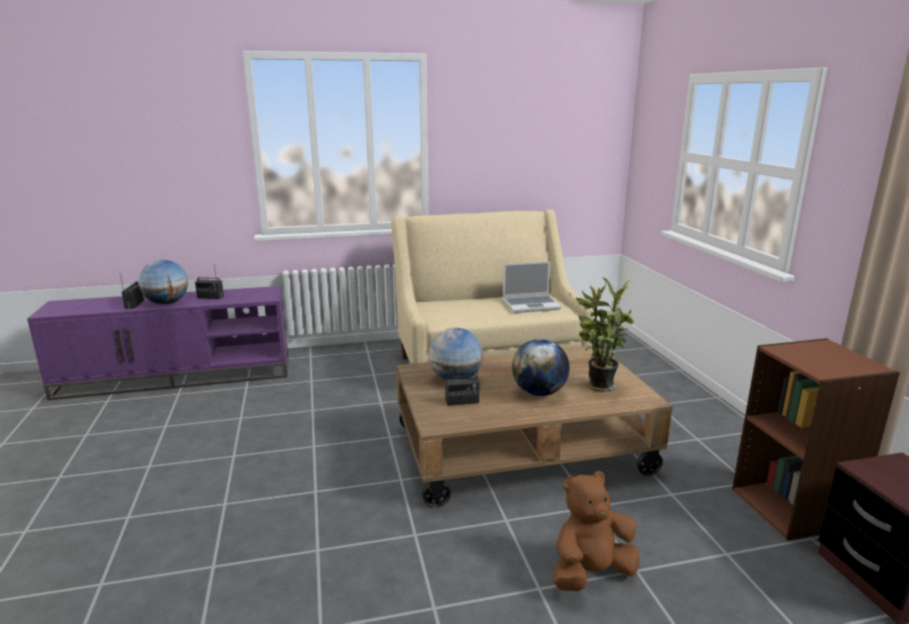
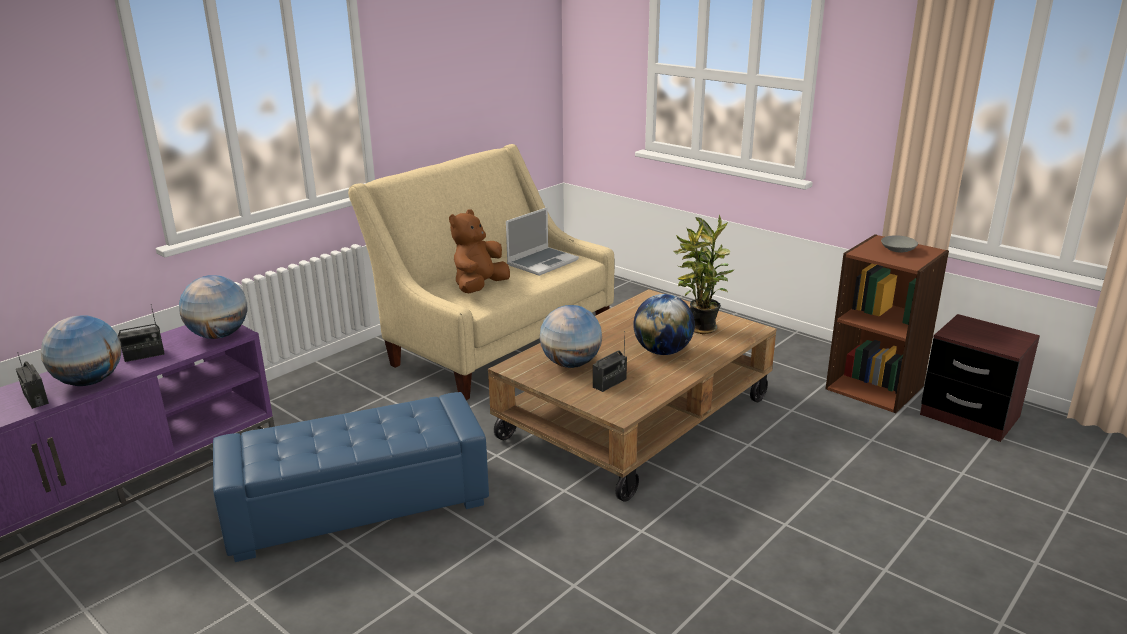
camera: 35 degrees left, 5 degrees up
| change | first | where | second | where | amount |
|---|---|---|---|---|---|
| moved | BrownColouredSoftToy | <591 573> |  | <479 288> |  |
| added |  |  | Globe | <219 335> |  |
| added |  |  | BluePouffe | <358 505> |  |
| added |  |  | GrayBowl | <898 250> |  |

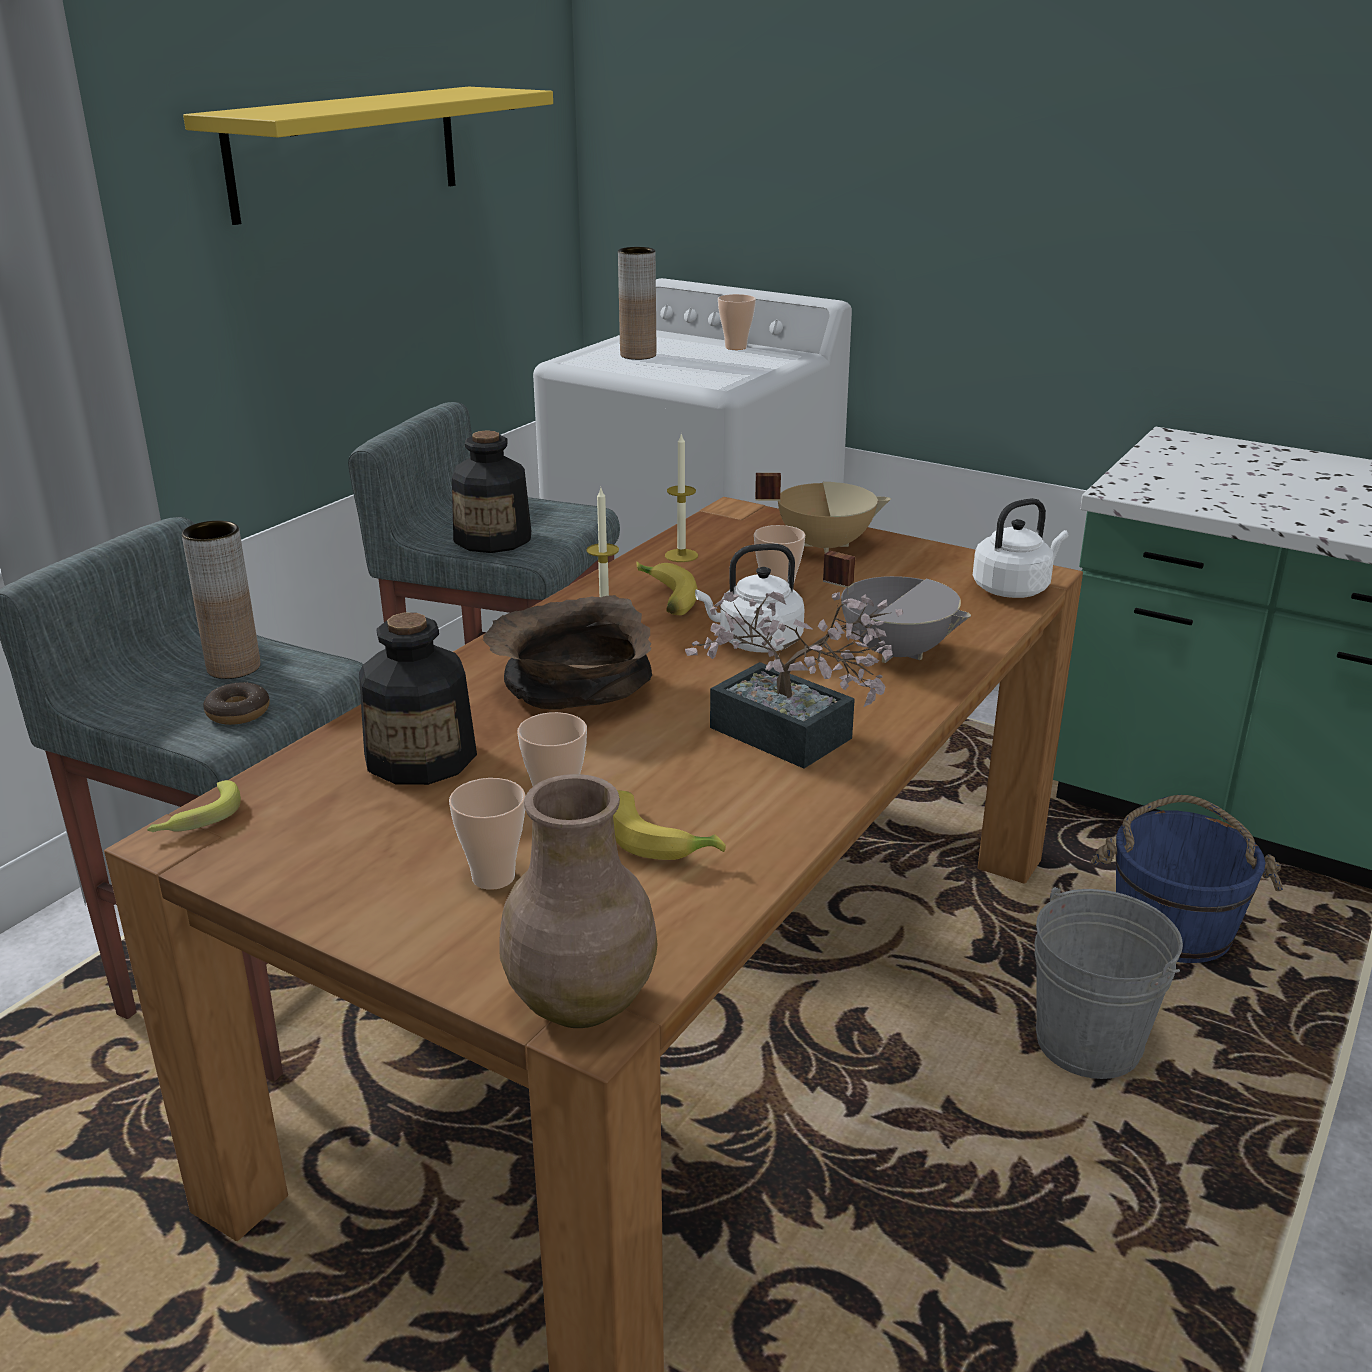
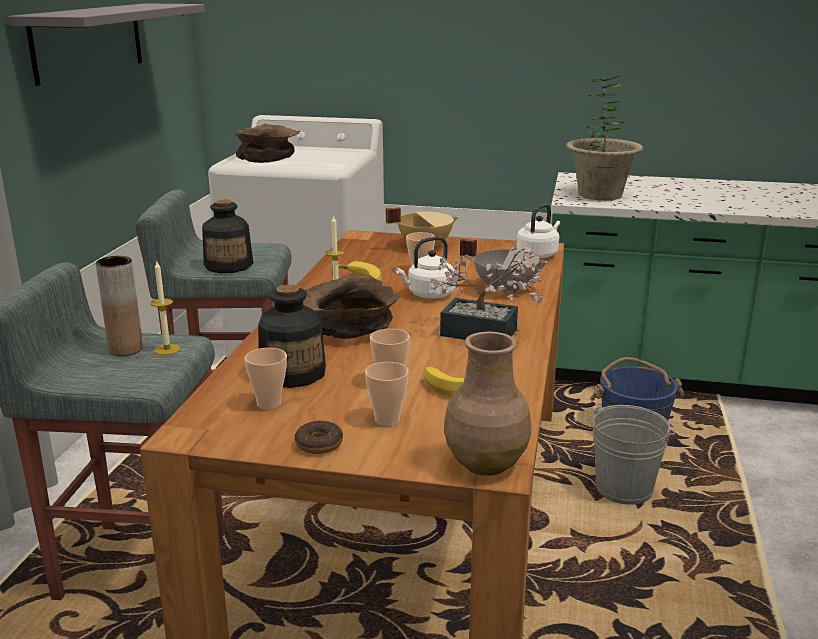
camera: 20 degrees left, 5 degrees down
| change | first | where | second | where | amount |
|---|---|---|---|---|---|
| removed | WholeBanana | <196 818> |  |  |  |
| recoloured | YellowishWallShelf | <346 151> | GrayWallShelf | <88 41> |  |
| moved | Doughnut | <238 713> |  | <319 444> |  |
| replaced | BrownColouredVase | <638 355> | BrownColouredBowl | <268 157> |  |
| moved | WaxLight | <681 555> |  | <167 349> |  |
| moved | DrinkingCup | <735 347> |  | <269 404> |  |
| added |  |  | Houseplant | <600 195> |  |

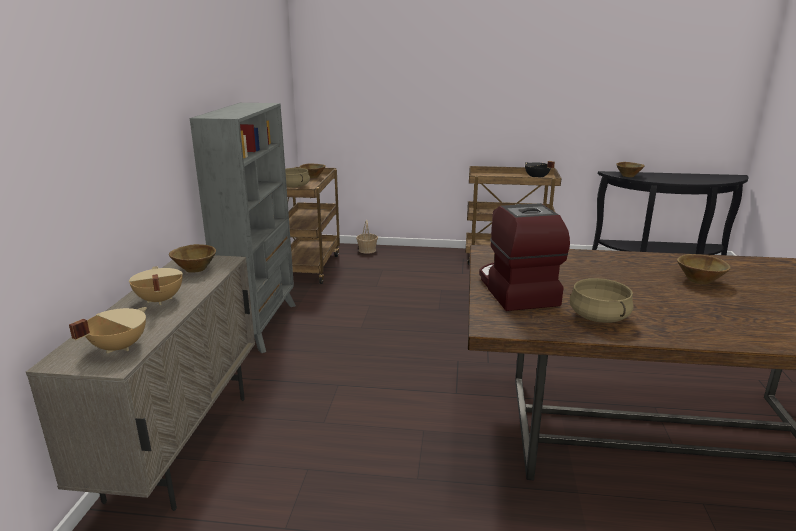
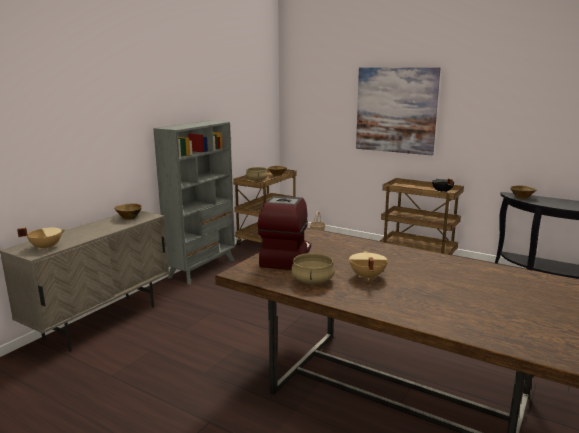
camera: 25 degrees right, 5 degrees down
| change | first | where | second | where | amount |
|---|---|---|---|---|---|
| moved | BeigeStockpot | <158 300> |  | <366 277> |  |
| removed | BrownColouredBowl | <699 281> |  |  |  |
| added |  |  | WallPicture | <396 110> |  |

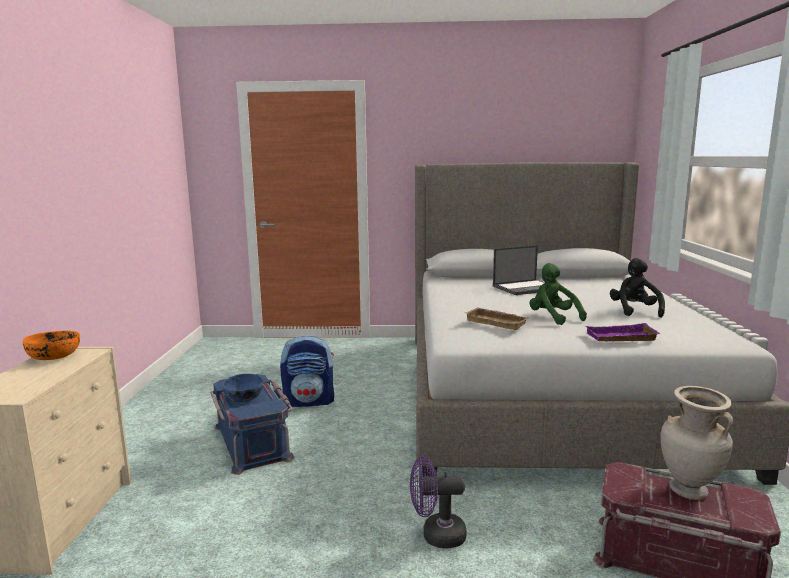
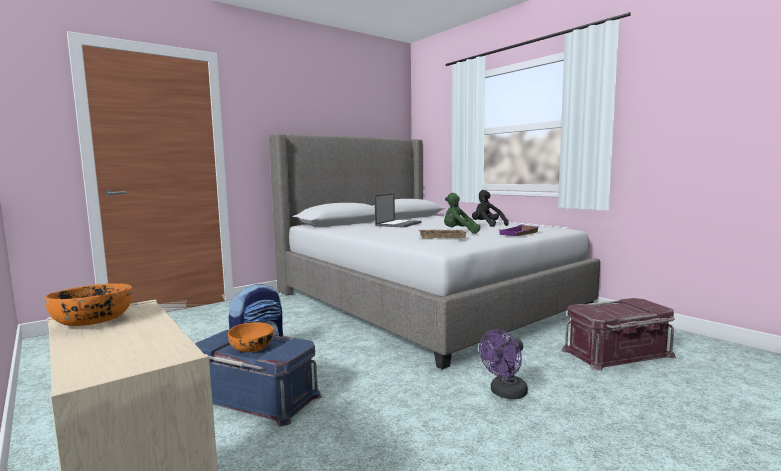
camera: 40 degrees left, 5 degrees down
| change | first | where | second | where | amount |
|---|---|---|---|---|---|
| recoloured | BlueBowl | <243 398> | OrangeColouredBowl | <251 348> |  |
| removed | BeigeVase | <688 491> |  |  |  |

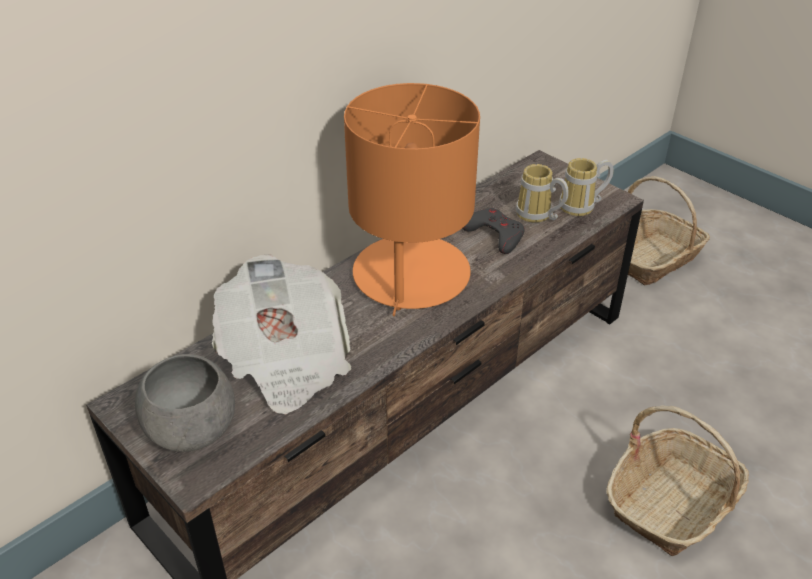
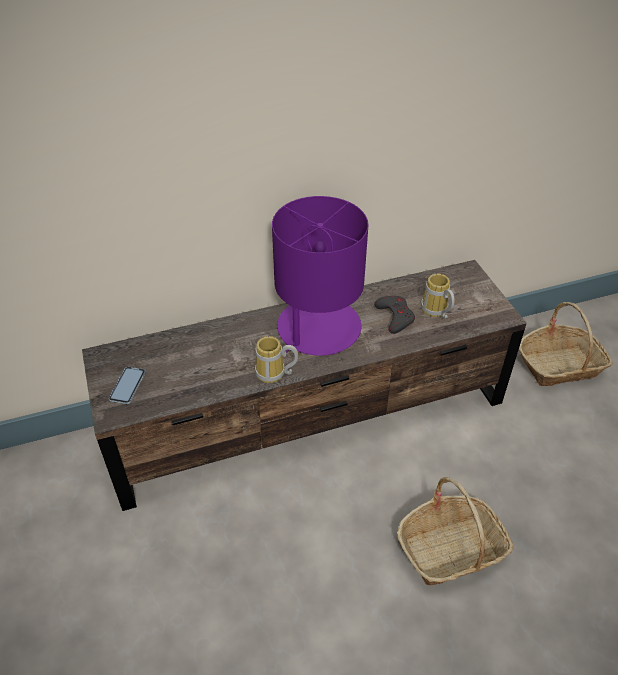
camera: 25 degrees right, 5 degrees up
| change | first | where | second | where | amount |
|---|---|---|---|---|---|
| replaced | GrayBowl | <193 430> | Telephone | <127 386> |  |
| removed | DailyPaper | <286 360> |  |  |  |
| recoloured | OrangeColouredTabletopLamp | <410 275> | PurplishTabletopLamp | <318 328> |  |
| moved | CoffeeMug | <582 207> |  | <274 374> |  |

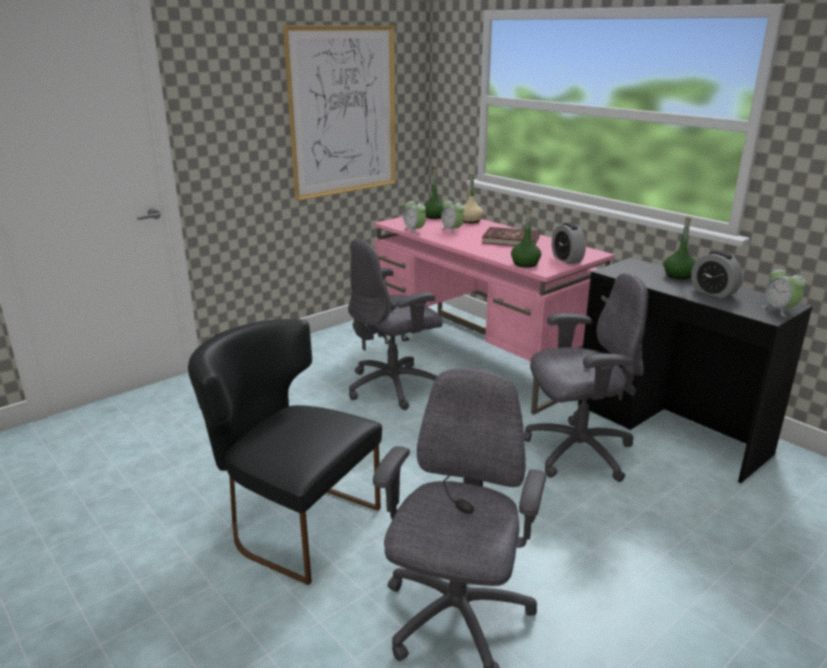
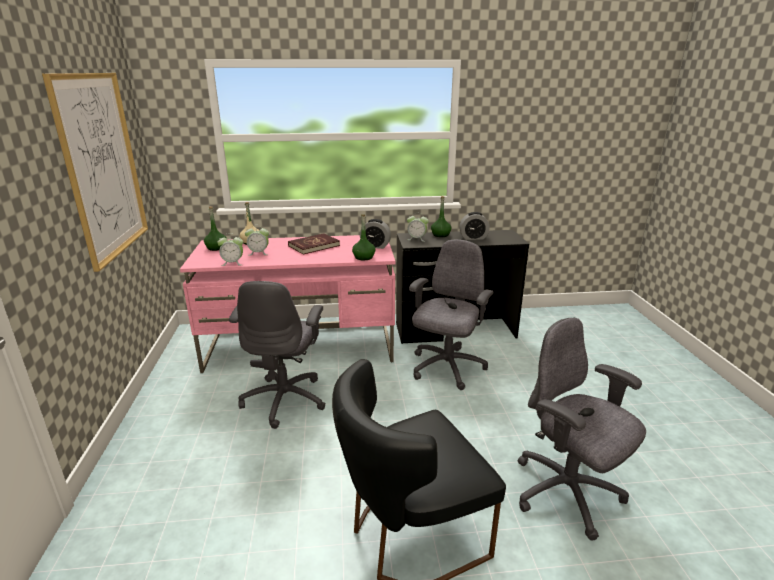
camera: 55 degrees left, 0 degrees up
| change | first | where | second | where | amount |
|---|---|---|---|---|---|
| moved | AlarmClock | <779 310> |  | <417 239> |  |

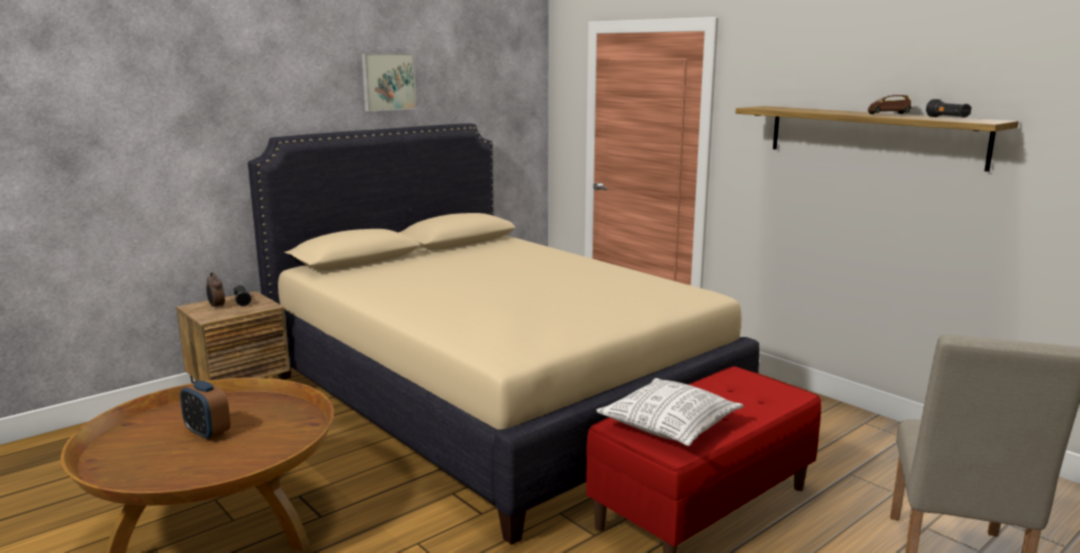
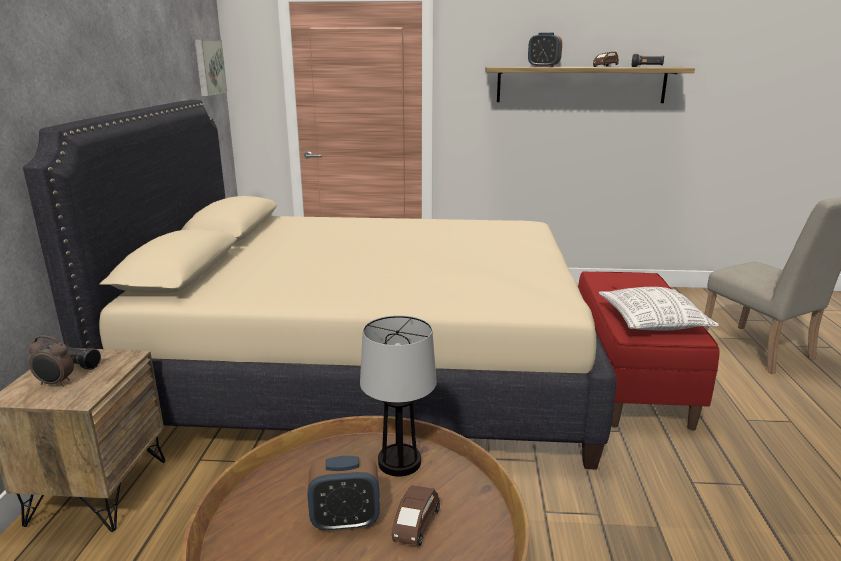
camera: 45 degrees left, 5 degrees up
| change | first | where | second | where | amount |
|---|---|---|---|---|---|
| moved | WallPicture | <387 82> |  | <208 67> |  |
| added |  |  | TabletopLamp | <399 463> |  |
| added |  |  | BrownColouredModelCar | <415 526> |  |
| added |  |  | AlarmClock | <543 67> |  |

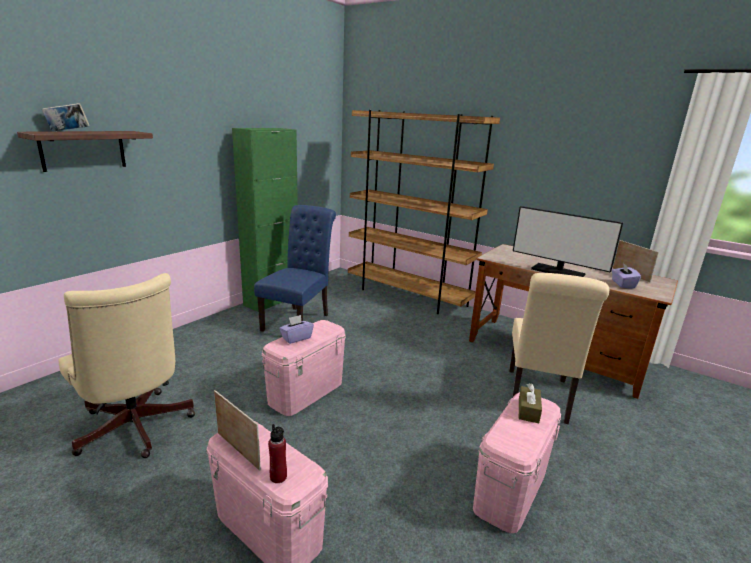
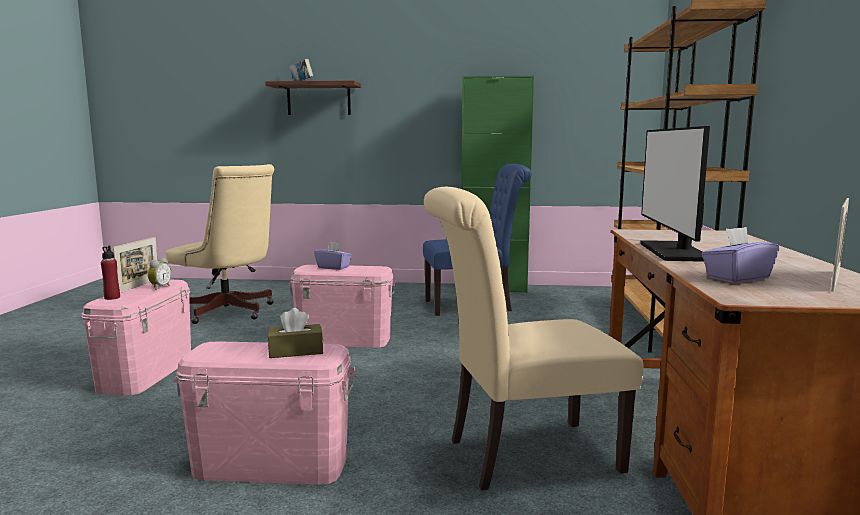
camera: 60 degrees right, 10 degrees down
| change | first | where | second | where | amount |
|---|---|---|---|---|---|
| turned | BeigeOfficeChair | <135 430> |  | <230 312> | 75 degrees counterclockwise |
| added |  |  | AlarmClock | <159 287> |  |

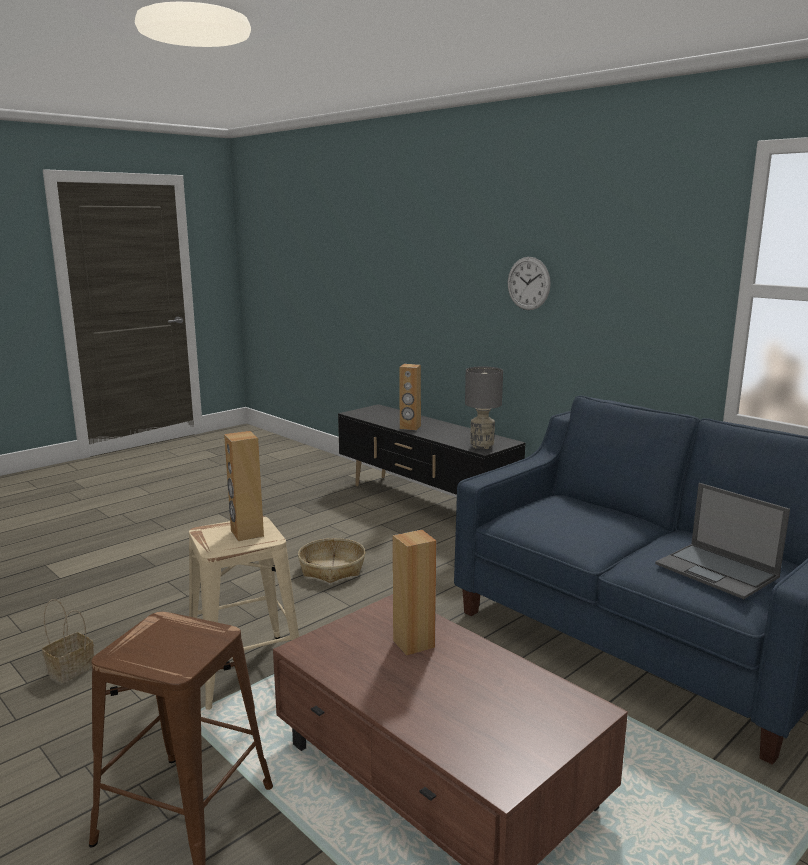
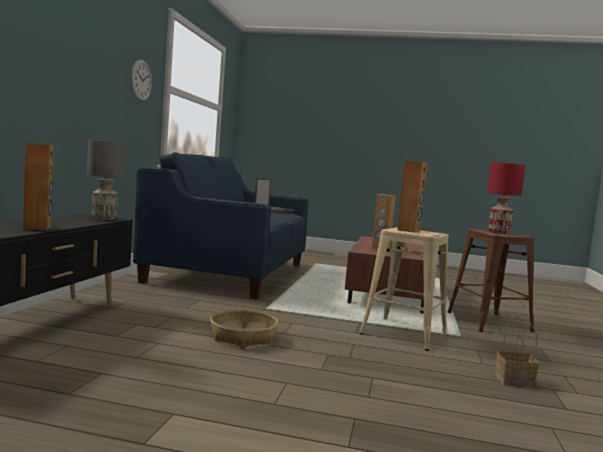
camera: 125 degrees left, 10 degrees down
| change | first | where | second | where | amount |
|---|---|---|---|---|---|
| moved | HangingClock | <528 283> |  | <141 80> |  |
| added |  |  | RedTabletopLamp | <498 232> |  |

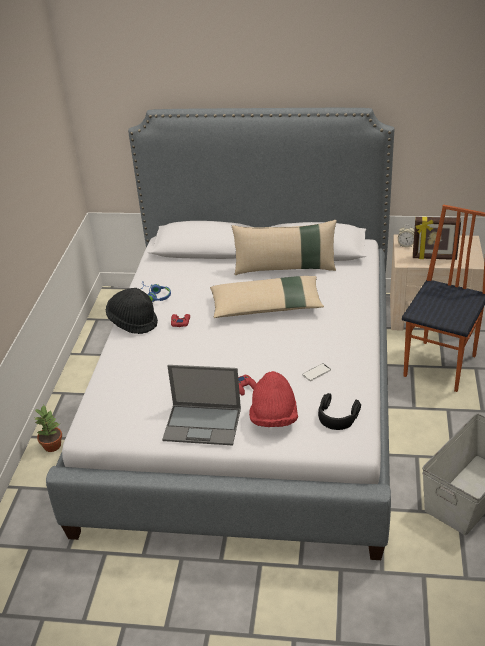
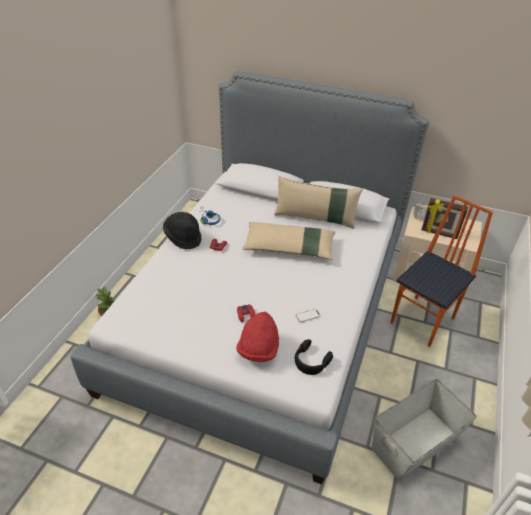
camera: 10 degrees right, 5 degrees up
| change | first | where | second | where | amount |
|---|---|---|---|---|---|
| removed | PortableComputer | <203 424> |  |  |  |

